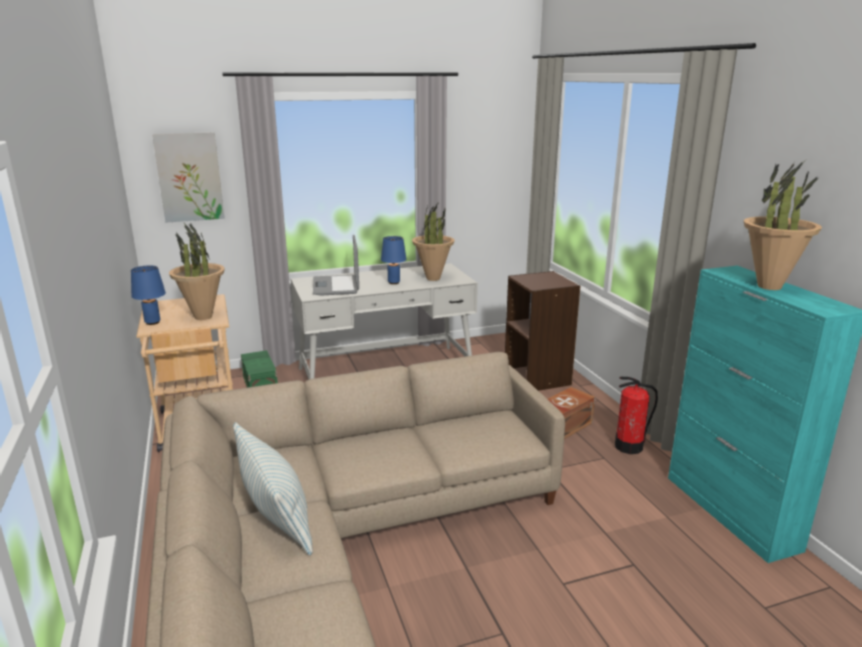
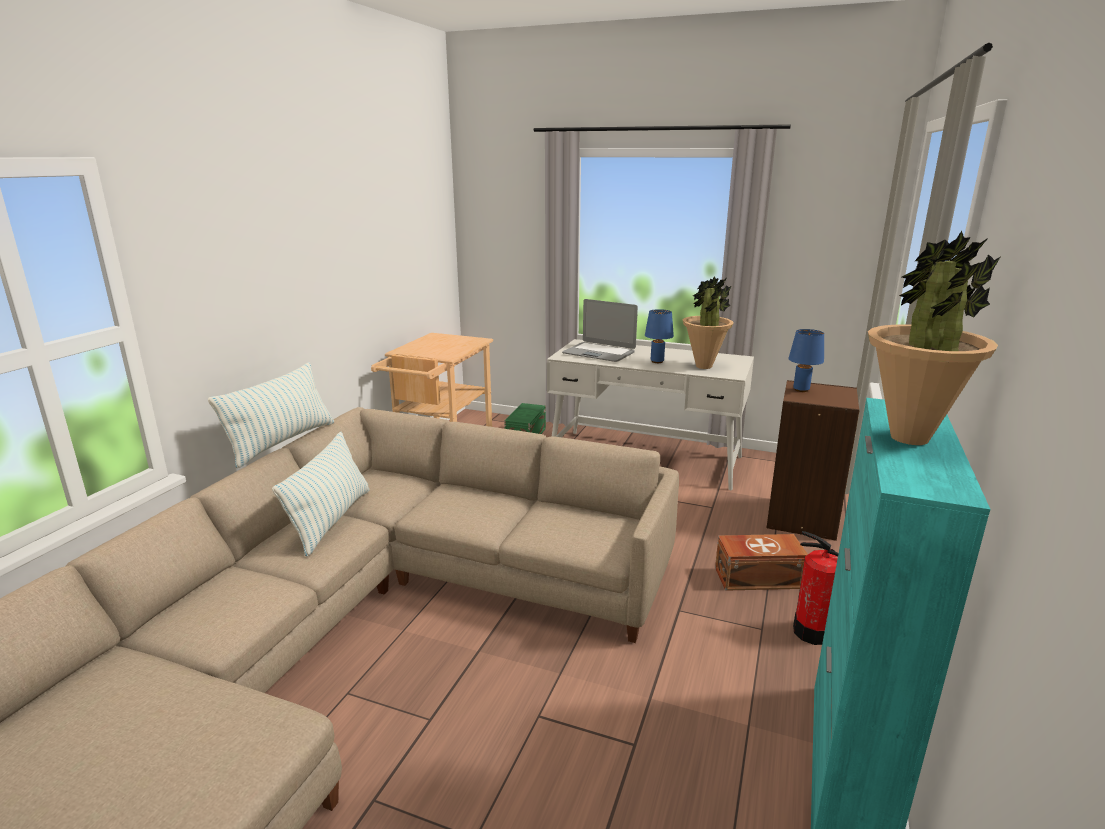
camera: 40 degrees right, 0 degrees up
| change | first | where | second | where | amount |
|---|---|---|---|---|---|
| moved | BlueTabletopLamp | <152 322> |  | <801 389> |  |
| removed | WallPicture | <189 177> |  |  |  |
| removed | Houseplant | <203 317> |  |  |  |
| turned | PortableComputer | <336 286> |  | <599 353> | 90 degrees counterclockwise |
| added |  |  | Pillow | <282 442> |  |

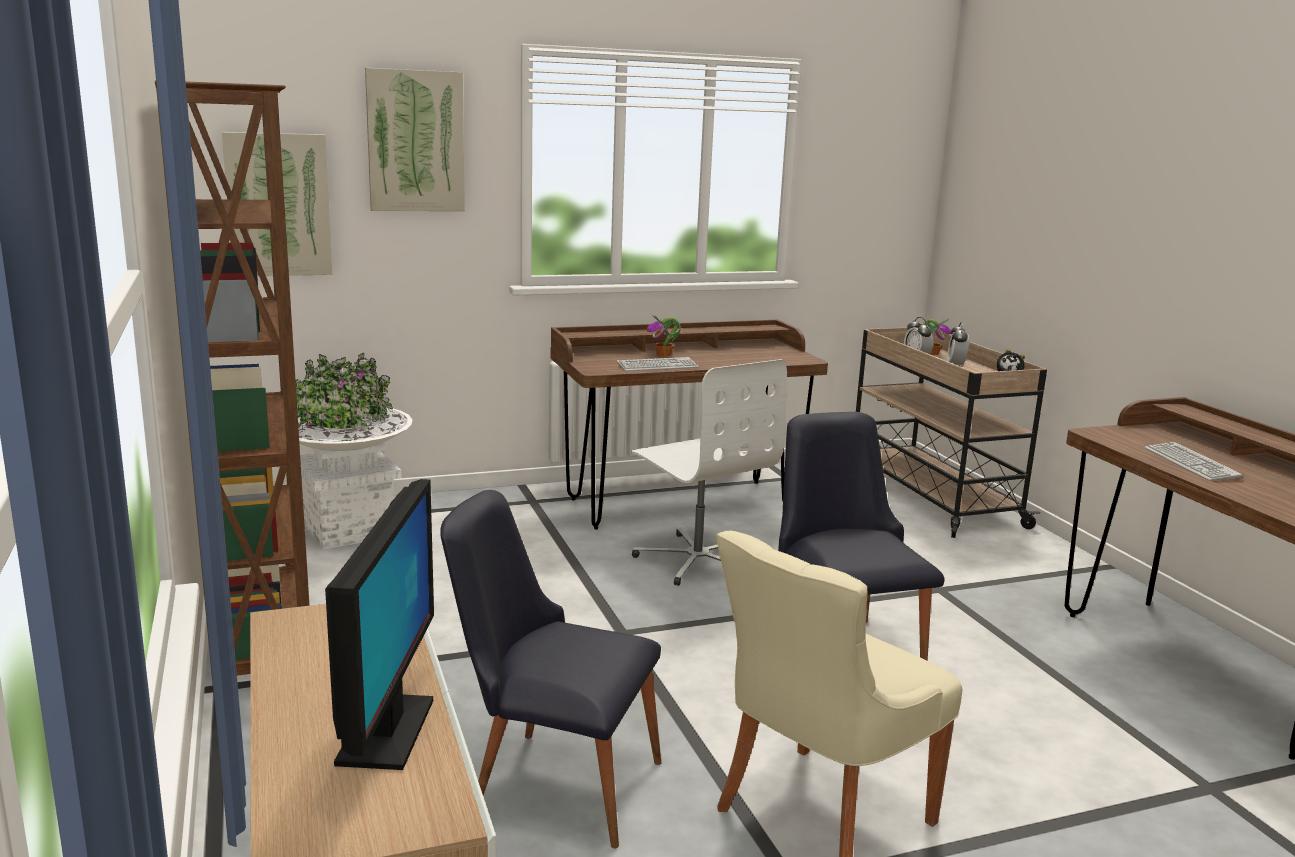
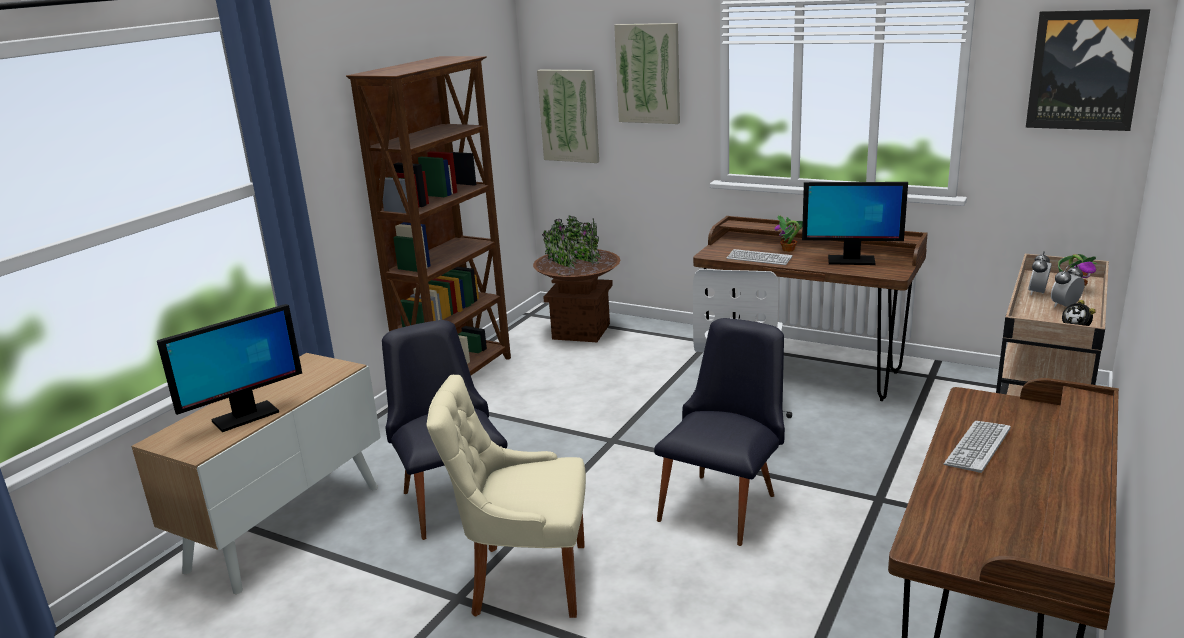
camera: 50 degrees right, 5 degrees up
| change | first | where | second | where | amount |
|---|---|---|---|---|---|
| recoloured | WhitePlanter | <349 530> | BrownColouredPlanter | <581 331> |  |
| added |  |  | ComputerScreen | <850 260> |  |
| added |  |  | WallPicture | <1085 70> |  |

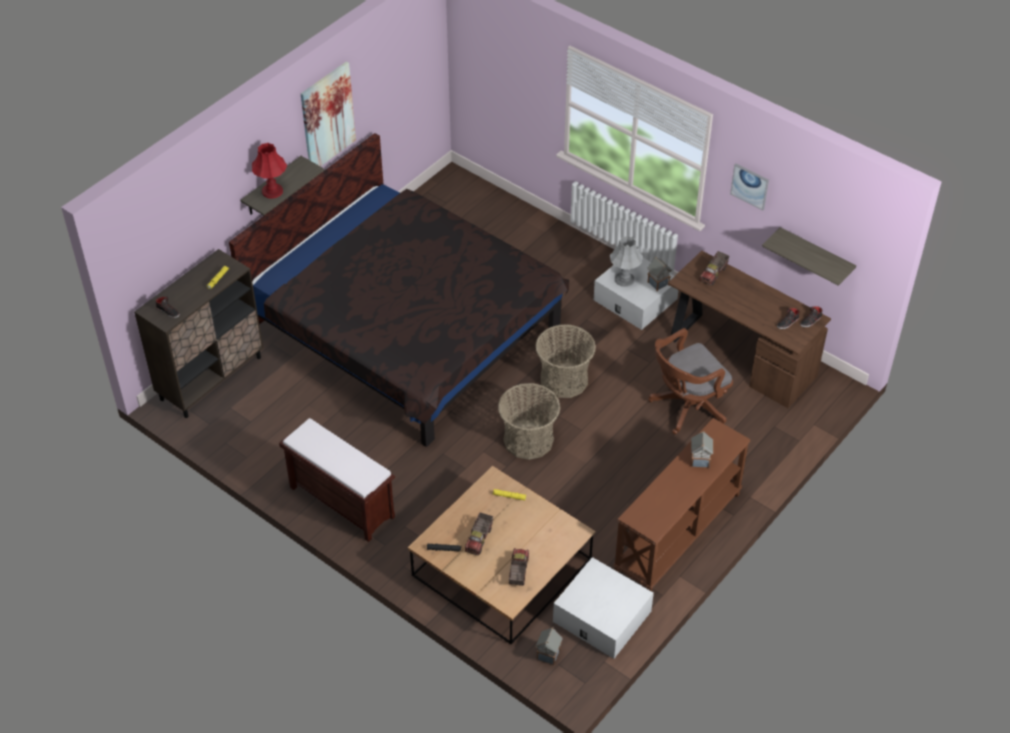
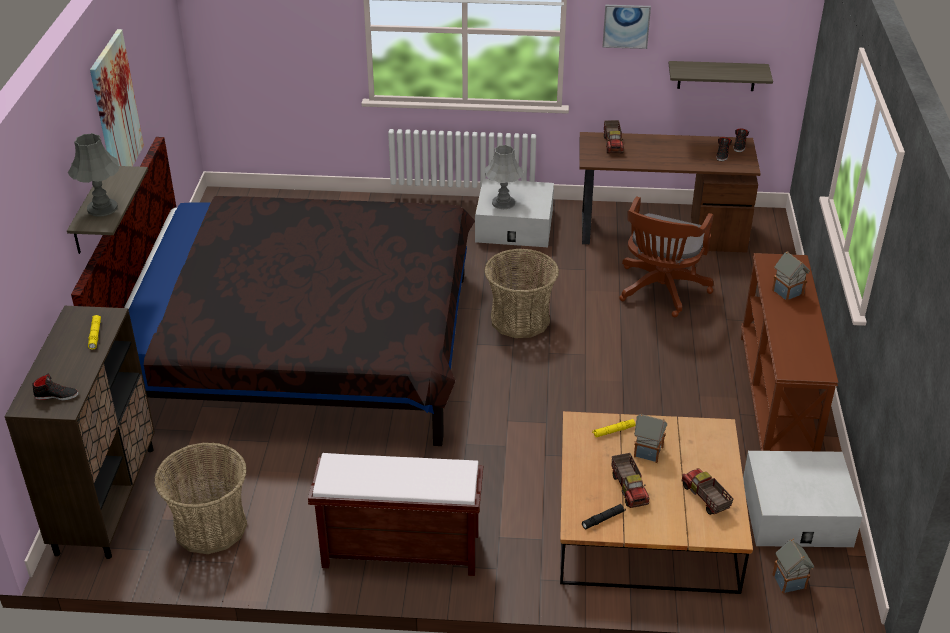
camera: 35 degrees left, 10 degrees down
| change | first | where | second | where | amount |
|---|---|---|---|---|---|
| recoloured | RedTabletopLamp | <272 191> | GrayTabletopLamp | <102 208> |  |
| moved | StorageBasket | <528 439> |  | <210 526> |  |
| moved | MiniatureHouse | <657 283> |  | <647 452> |  |

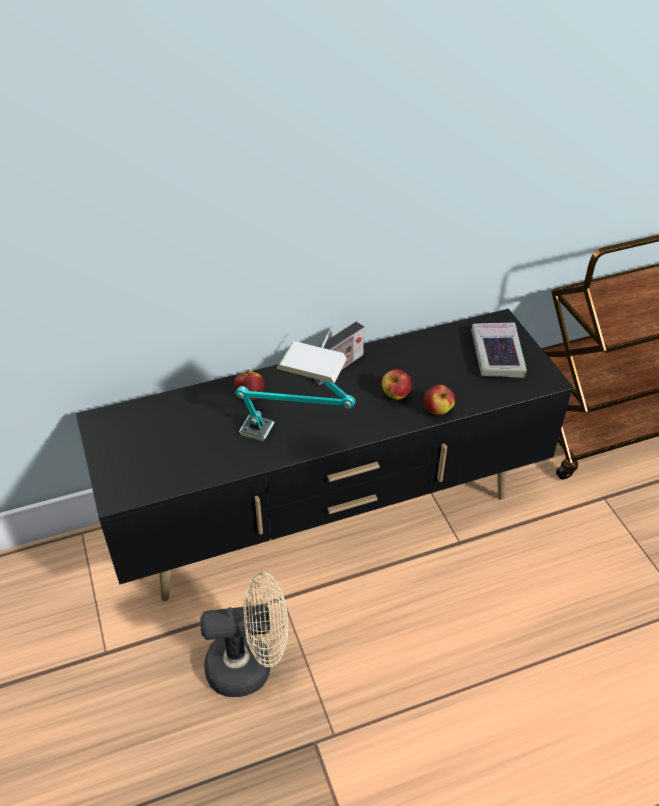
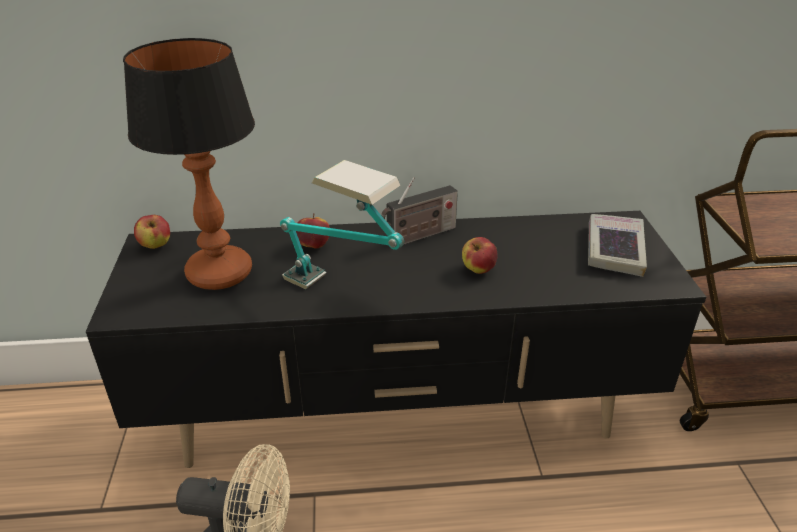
camera: 15 degrees right, 10 degrees down
| change | first | where | second | where | amount |
|---|---|---|---|---|---|
| moved | AppleFruit | <437 410> |  | <155 246> |  |
| added |  |  | TabletopLamp | <221 273> |  |

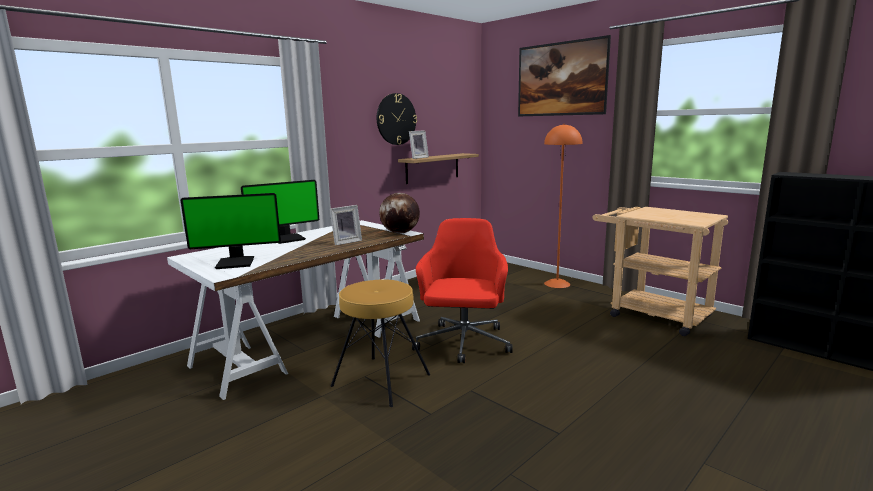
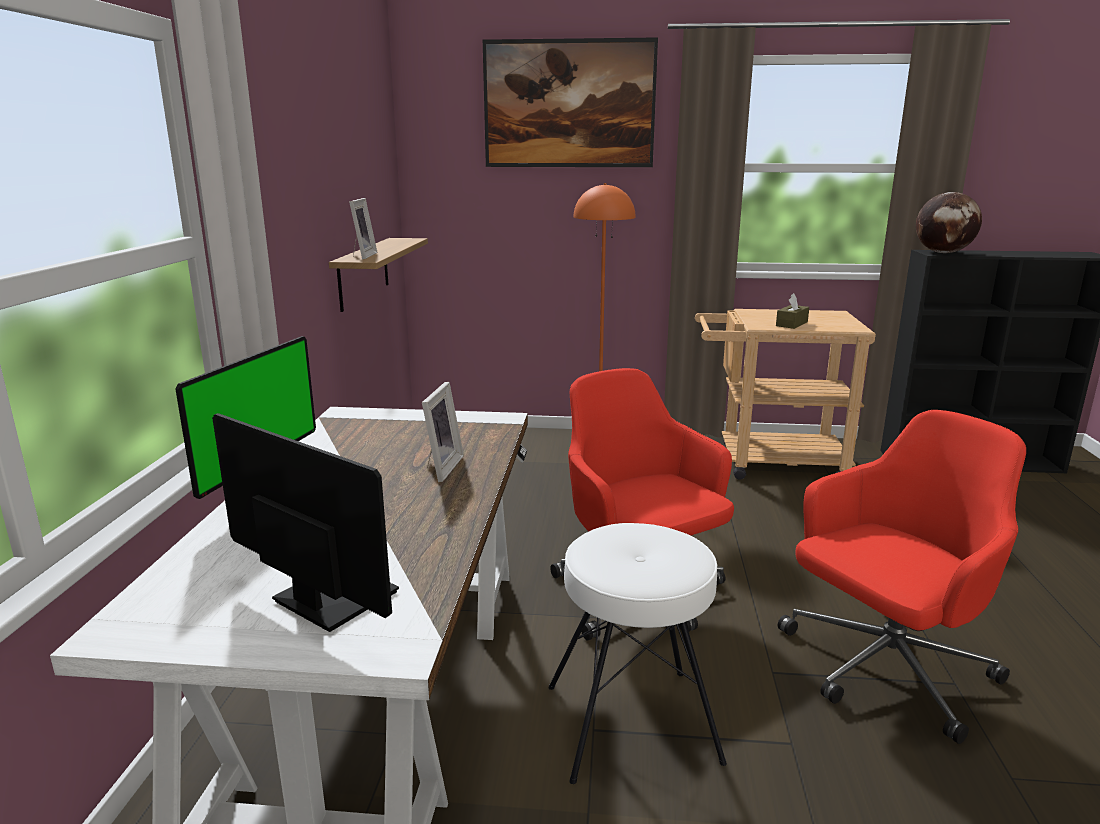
camera: 40 degrees left, 5 degrees up
| change | first | where | second | where | amount |
|---|---|---|---|---|---|
| turned | ComputerScreen | <236 262> |  | <330 599> | 90 degrees counterclockwise |
| recoloured | BrownColouredStoolSeat | <381 380> | WhiteStoolSeat | <632 724> |  |
| removed | HangingClock | <396 119> |  |  |  |
| moved | Globe | <400 233> |  | <943 253> |  |
| added |  |  | BrownColouredTissueBox | <791 324> |  |
| added |  |  | RedOfficeChair | <884 669> |  |

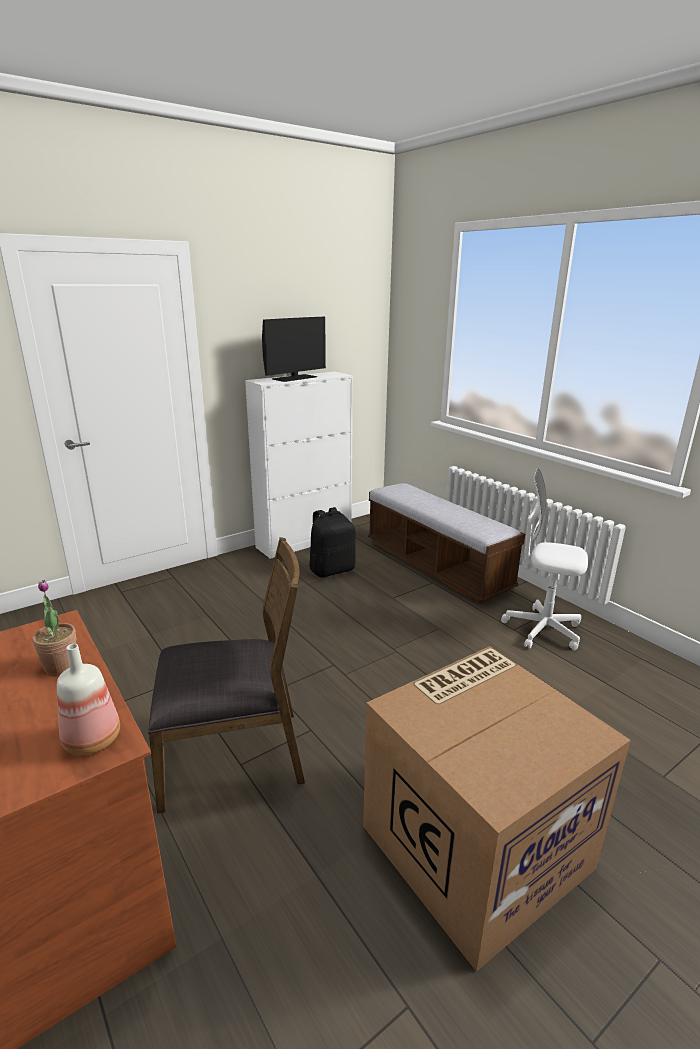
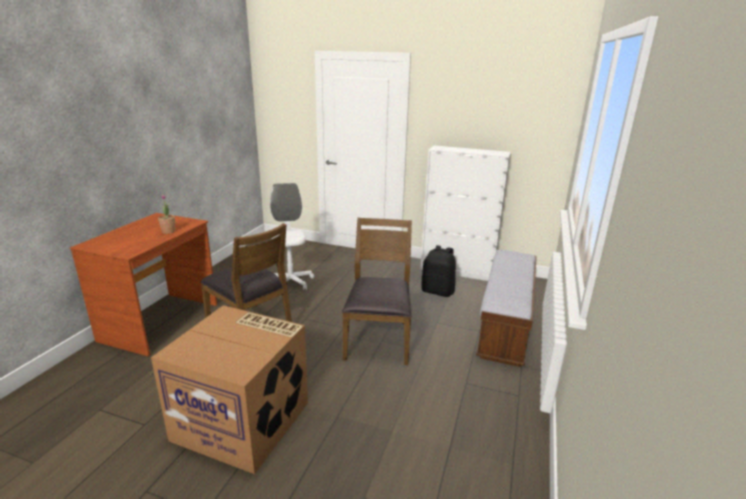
camera: 55 degrees right, 0 degrees up
| change | first | where | second | where | amount |
|---|---|---|---|---|---|
| removed | DrinkBottle | <91 739> |  |  |  |
| removed | ComputerScreen | <294 378> |  |  |  |
| moved | WhiteOfficeChair | <542 630> |  | <290 282> |  |
| added |  |  | BrownColouredPlainChair | <378 339> |  |

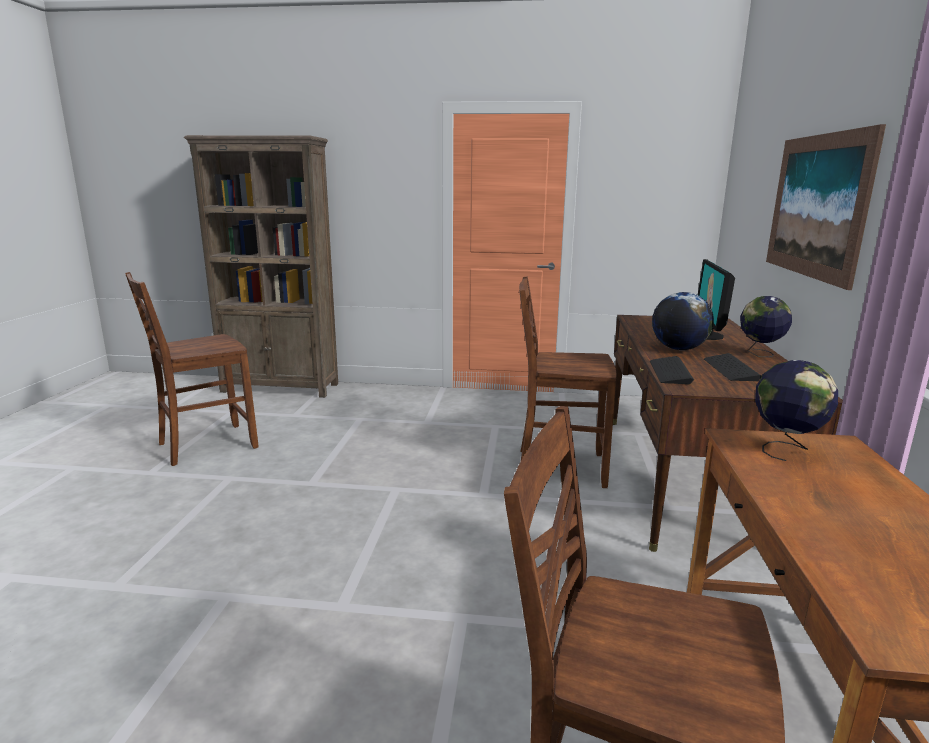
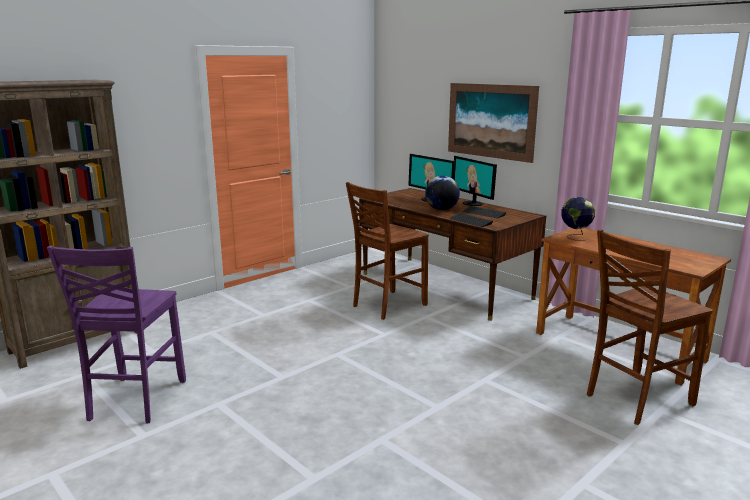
camera: 50 degrees left, 0 degrees up
| change | first | where | second | where | amount |
|---|---|---|---|---|---|
| recoloured | BrownColouredPlainChair | <205 445> | PurplishPlainChair | <135 401> |  |
| replaced | Globe | <759 354> | ComputerScreen | <473 203> |  |

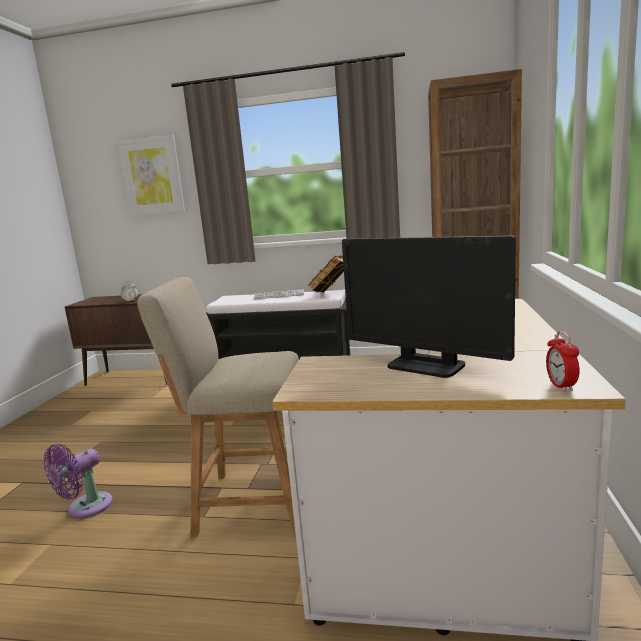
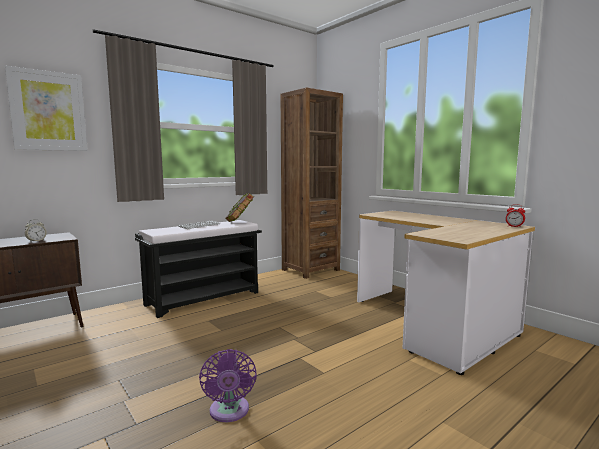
camera: 50 degrees left, 5 degrees down
| change | first | where | second | where | amount |
|---|---|---|---|---|---|
| removed | BeigePlainChair | <248 502> |  |  |  |
| removed | ComputerScreen | <426 365> |  |  |  |

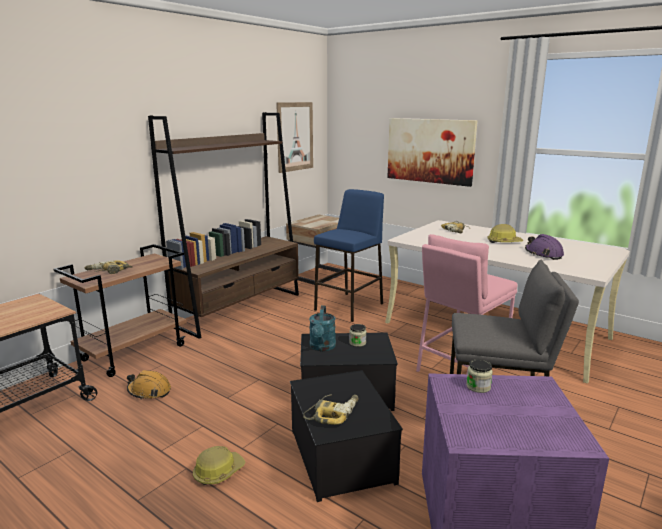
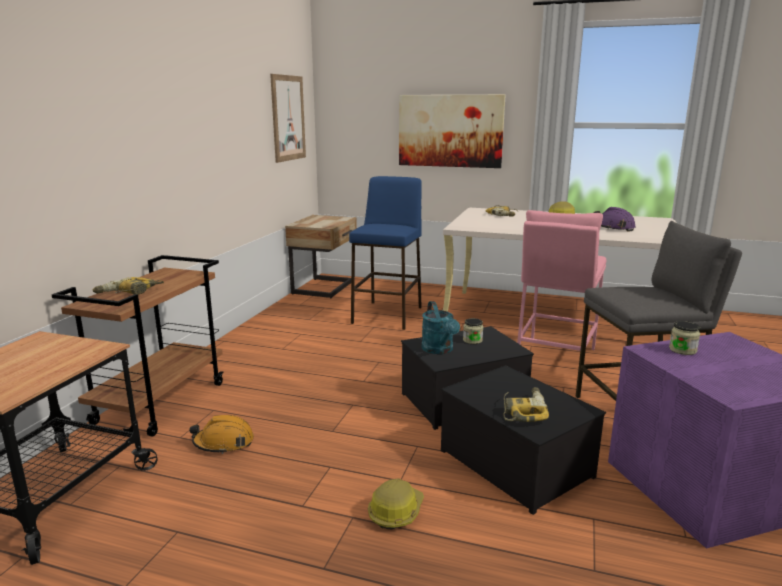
camera: 20 degrees left, 0 degrees up
| change | first | where | second | where | amount |
|---|---|---|---|---|---|
| removed | BrownColouredBookshelf | <239 309> |  |  |  |

